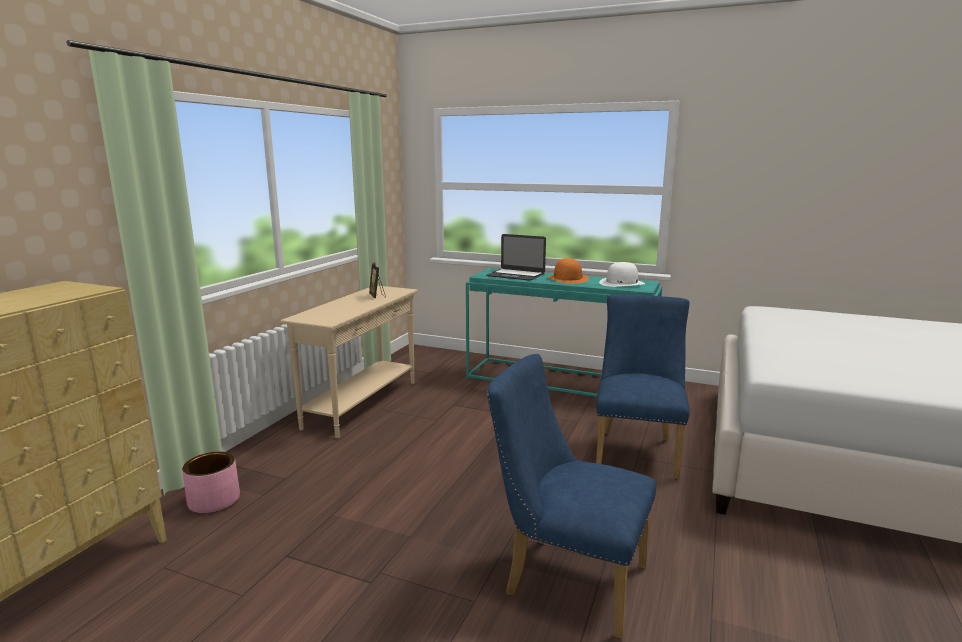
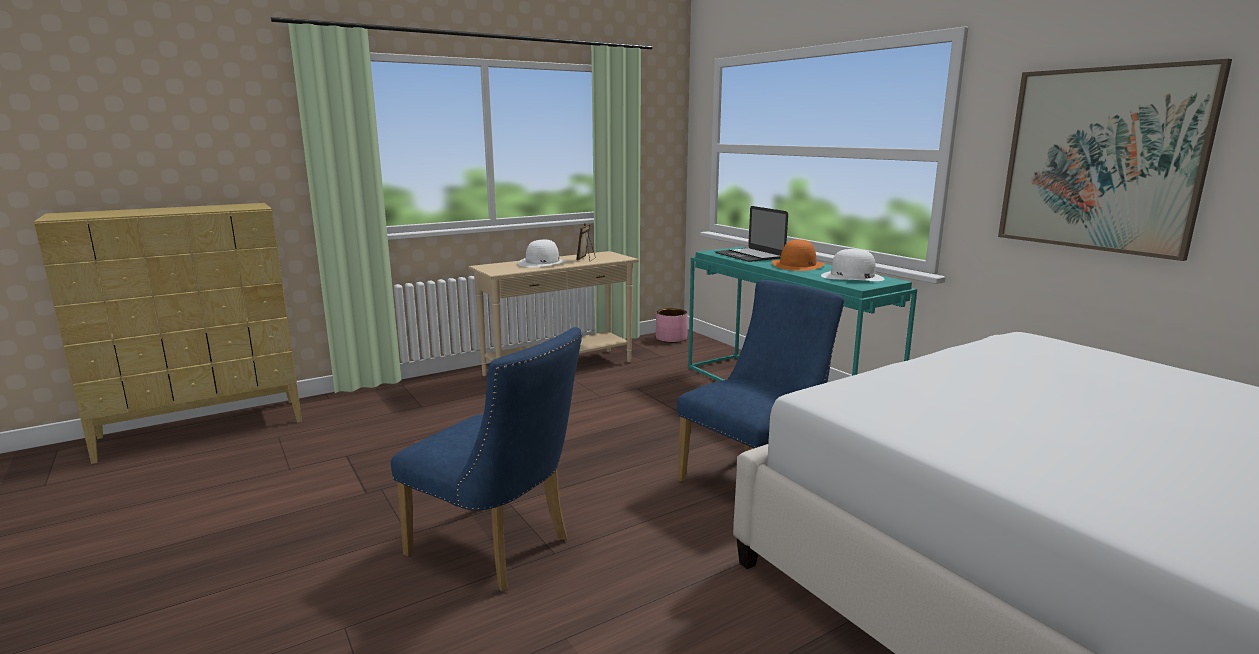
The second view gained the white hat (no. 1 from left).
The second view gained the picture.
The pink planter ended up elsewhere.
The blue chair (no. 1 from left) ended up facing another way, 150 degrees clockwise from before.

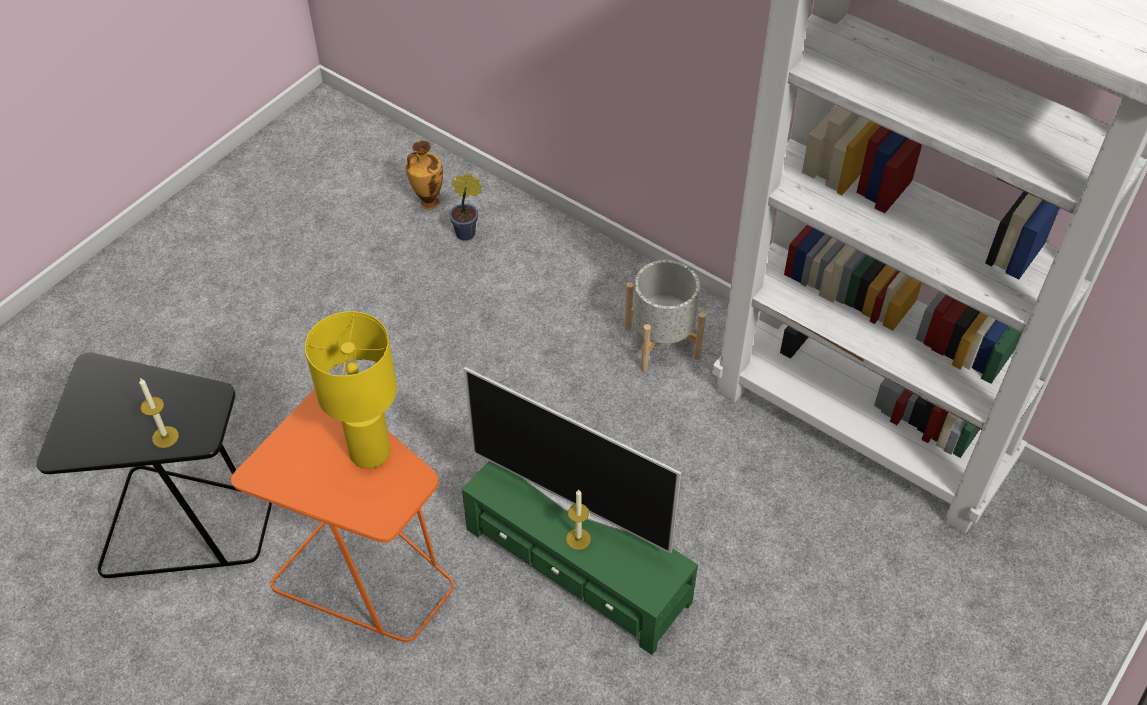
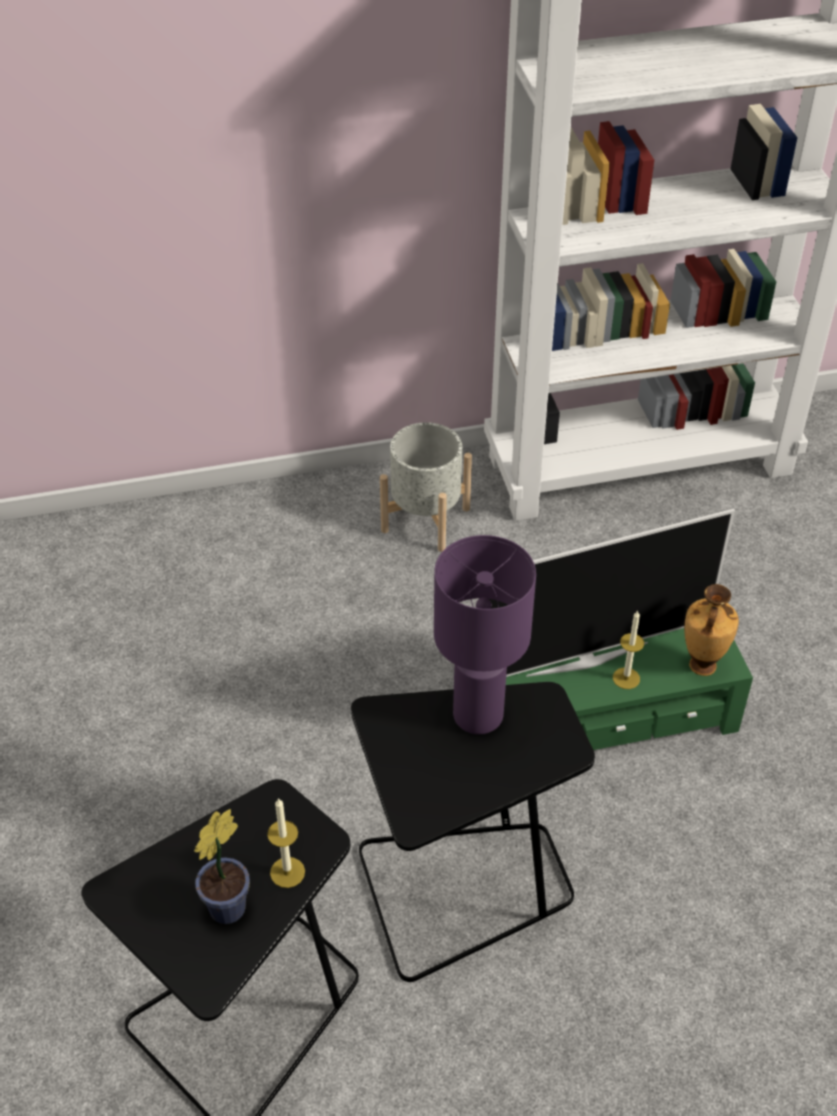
The vase ended up elsewhere.
The potted plant ended up elsewhere.
What was the orange side table turned into the black side table (no. 2 from left).
What was the yellow table lamp turned into the purple table lamp.

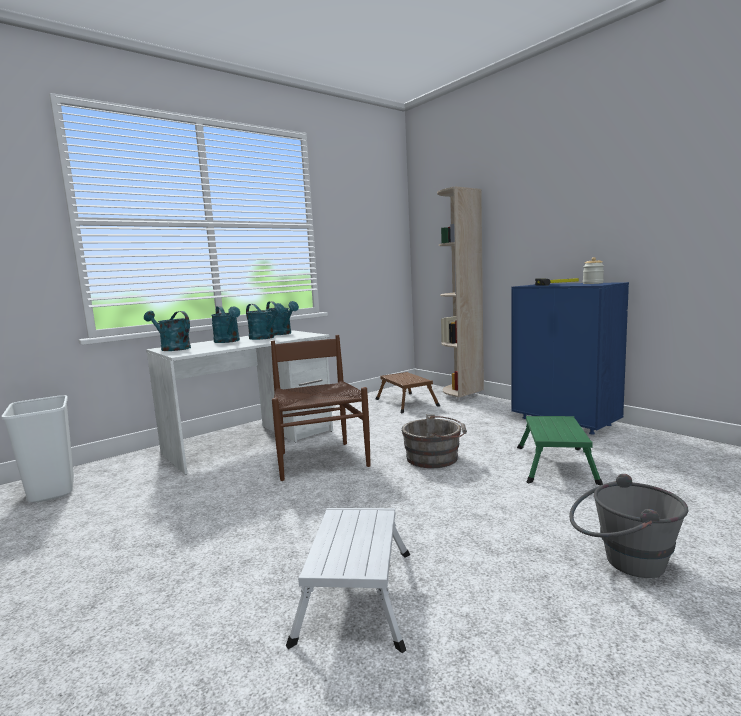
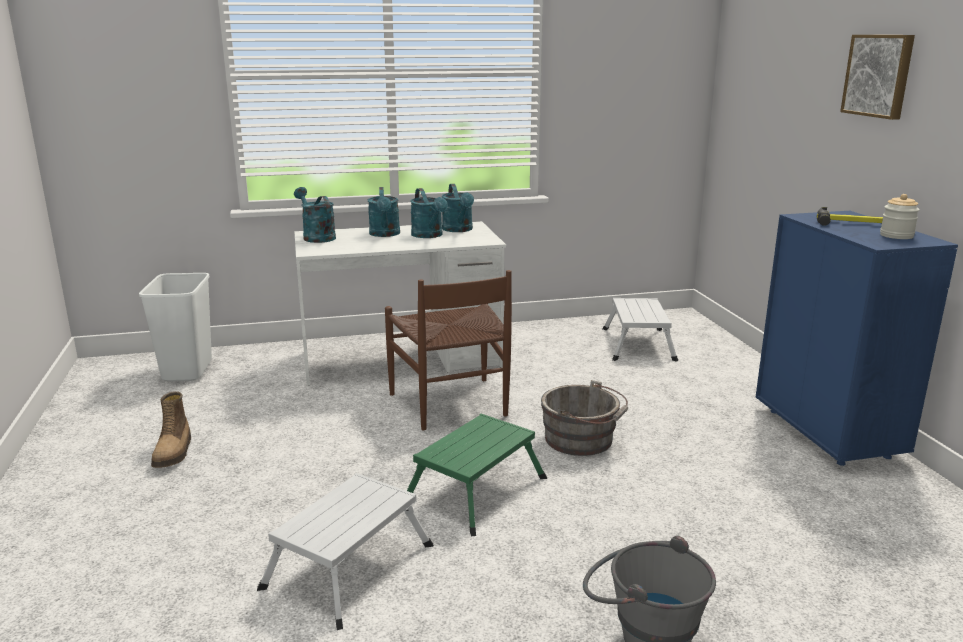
The second view lost the beige bookcase.
The second view gained the boot.
The second view gained the picture.
The green step ladder ended up elsewhere.
What was the brown step ladder turned into the white step ladder (no. 2 from left).
The brown chair ended up facing another way, 150 degrees clockwise from before.

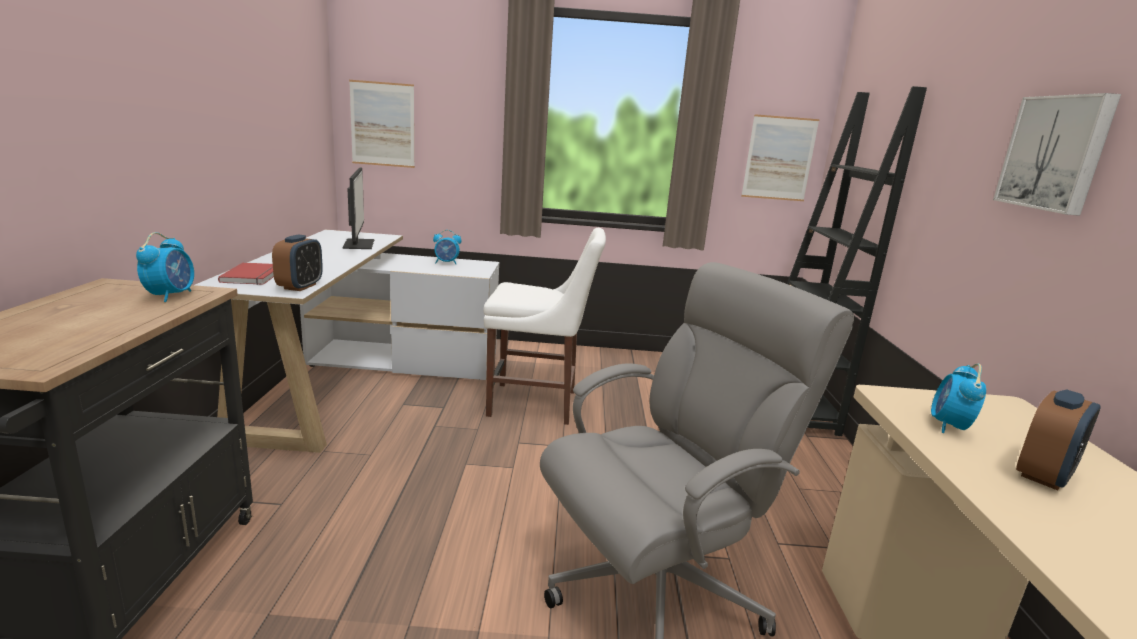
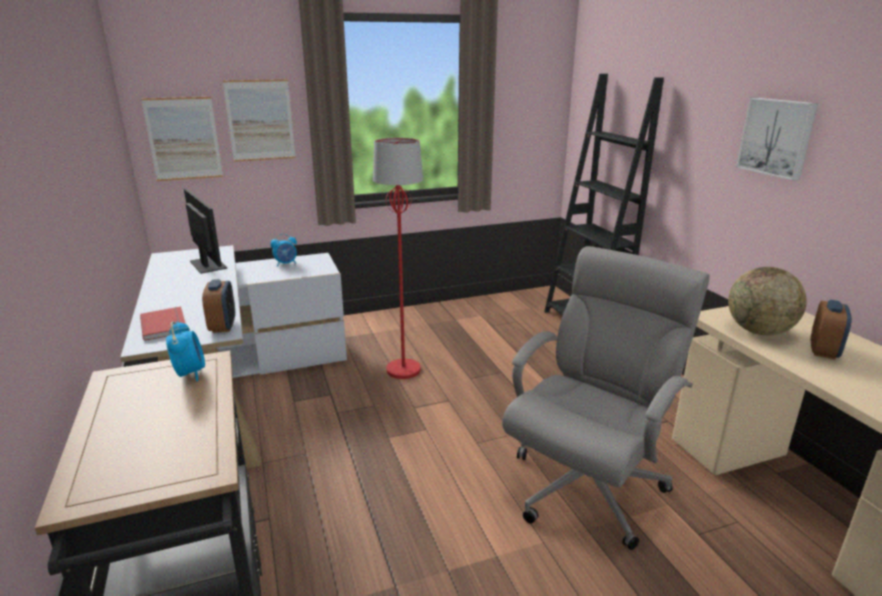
The picture (no. 2 from left) ended up elsewhere.
Where the white chair stood, the red floor lamp came to stand.
Where the alarm clock (no. 4 from left) stood, the globe came to stand.

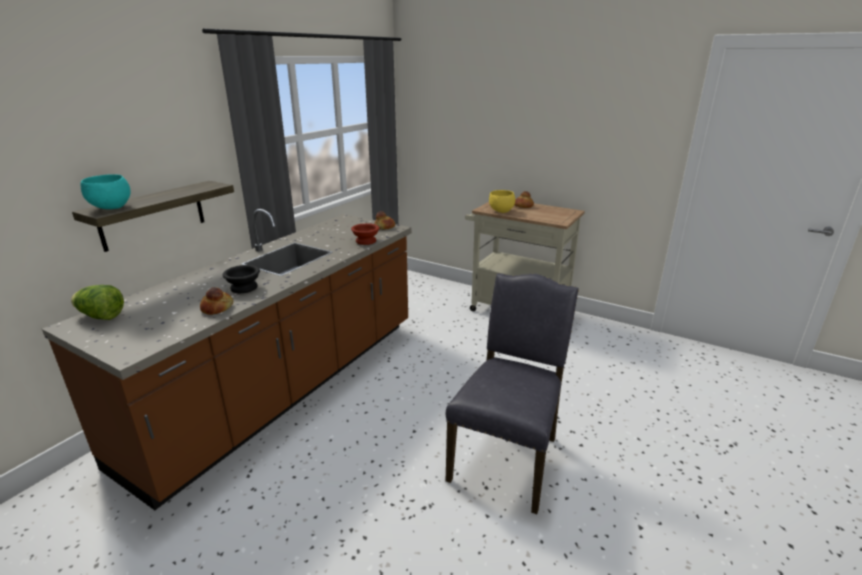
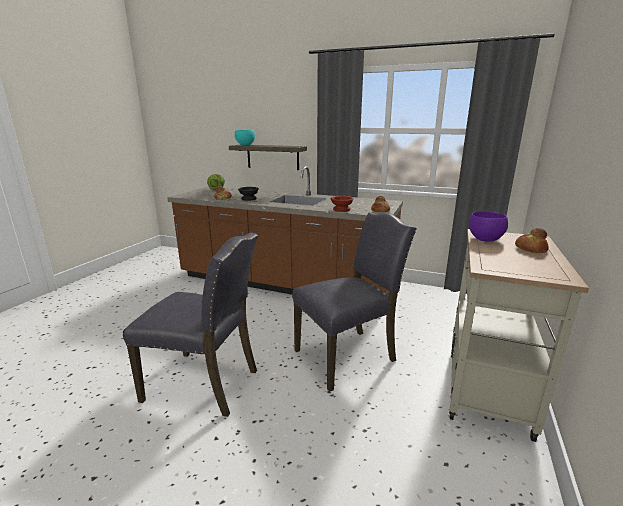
The second view gained the grey chair (no. 2 from left).
What was the yellow bowl turned into the purple bowl.

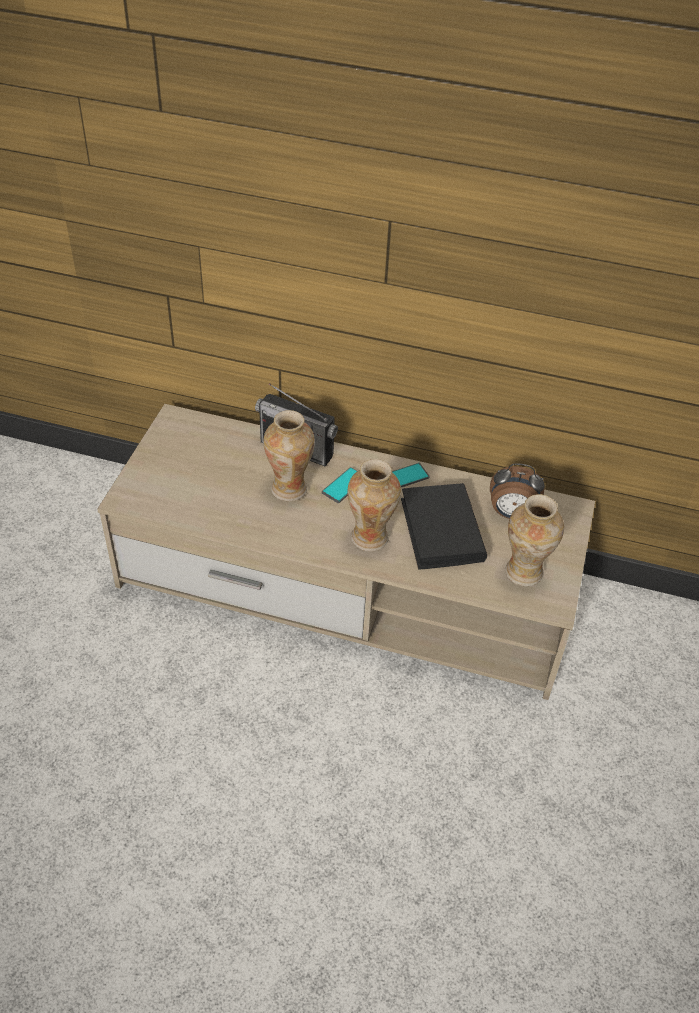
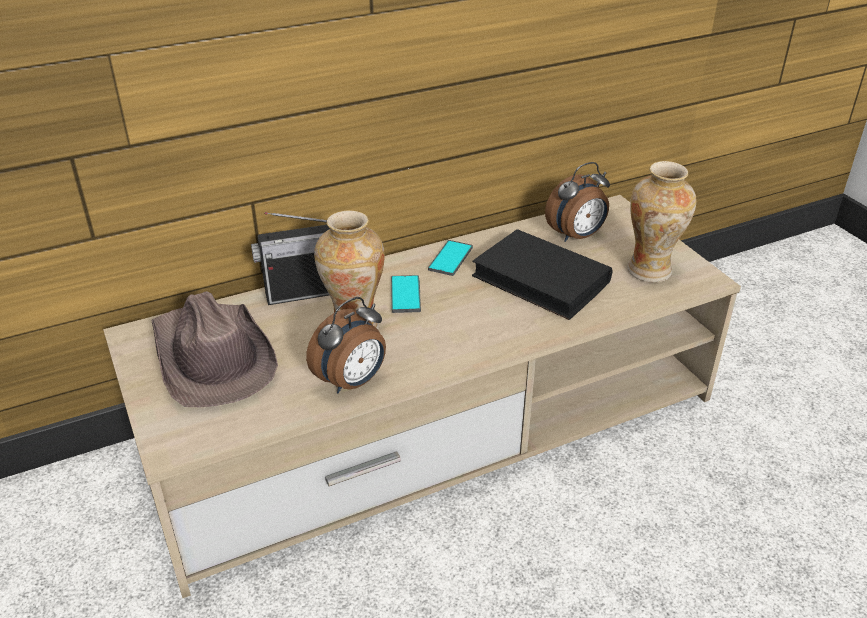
The second view lost the vase (no. 2 from left).
The second view gained the brown hat.
The second view gained the alarm clock (no. 1 from left).

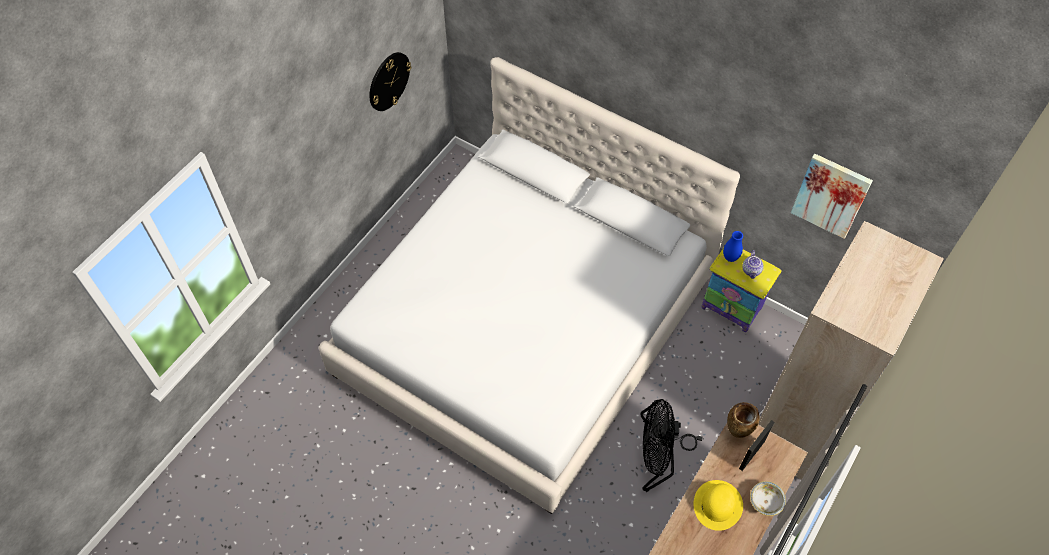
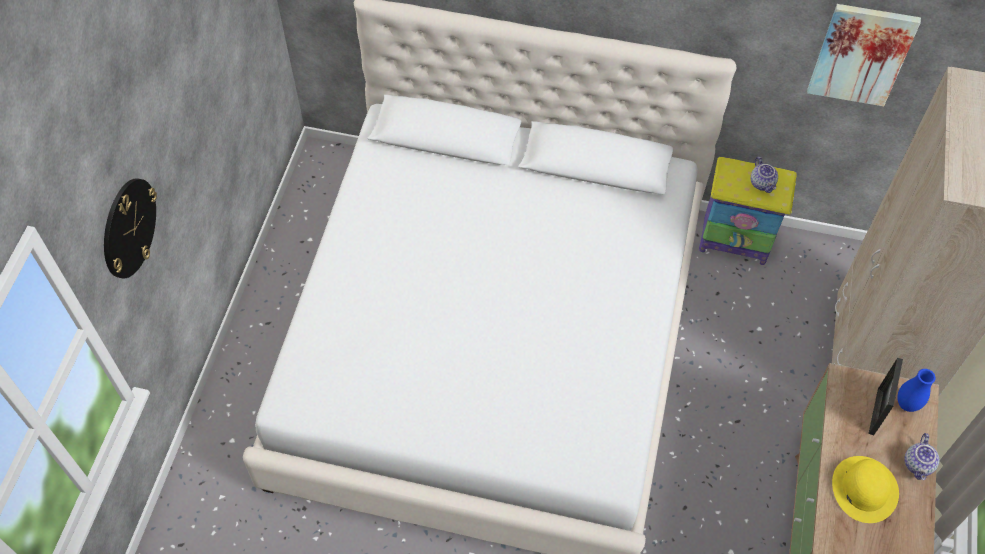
The second view lost the black fan.
The second view lost the brown vase.
The wall clock ended up elsewhere.
The blue vase ended up elsewhere.
Where the bowl stood, the teapot (no. 2 from left) came to stand.

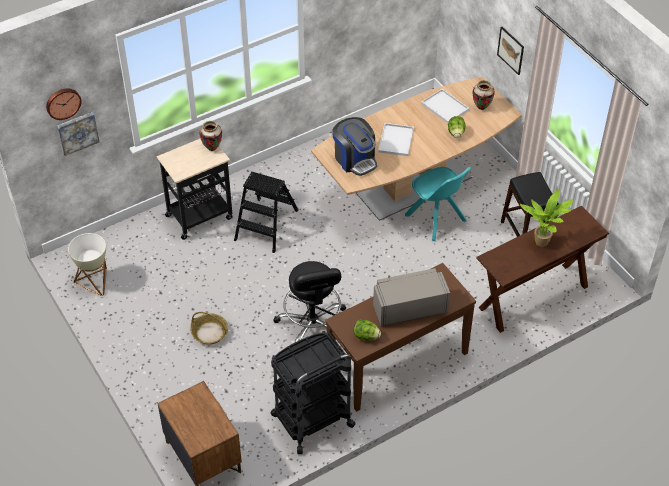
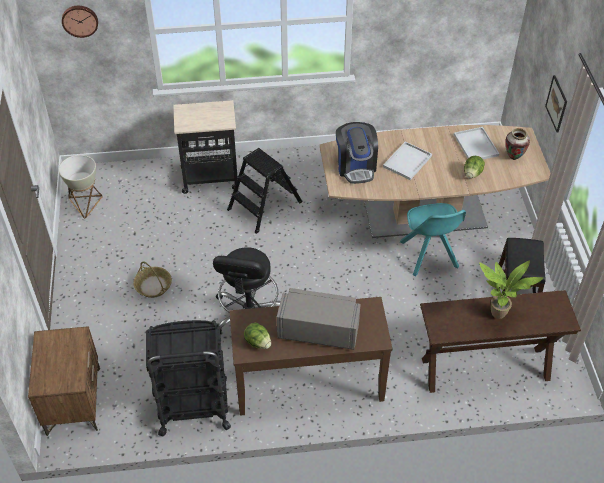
The second view lost the picture (no. 1 from left).
The second view lost the vase (no. 1 from left).

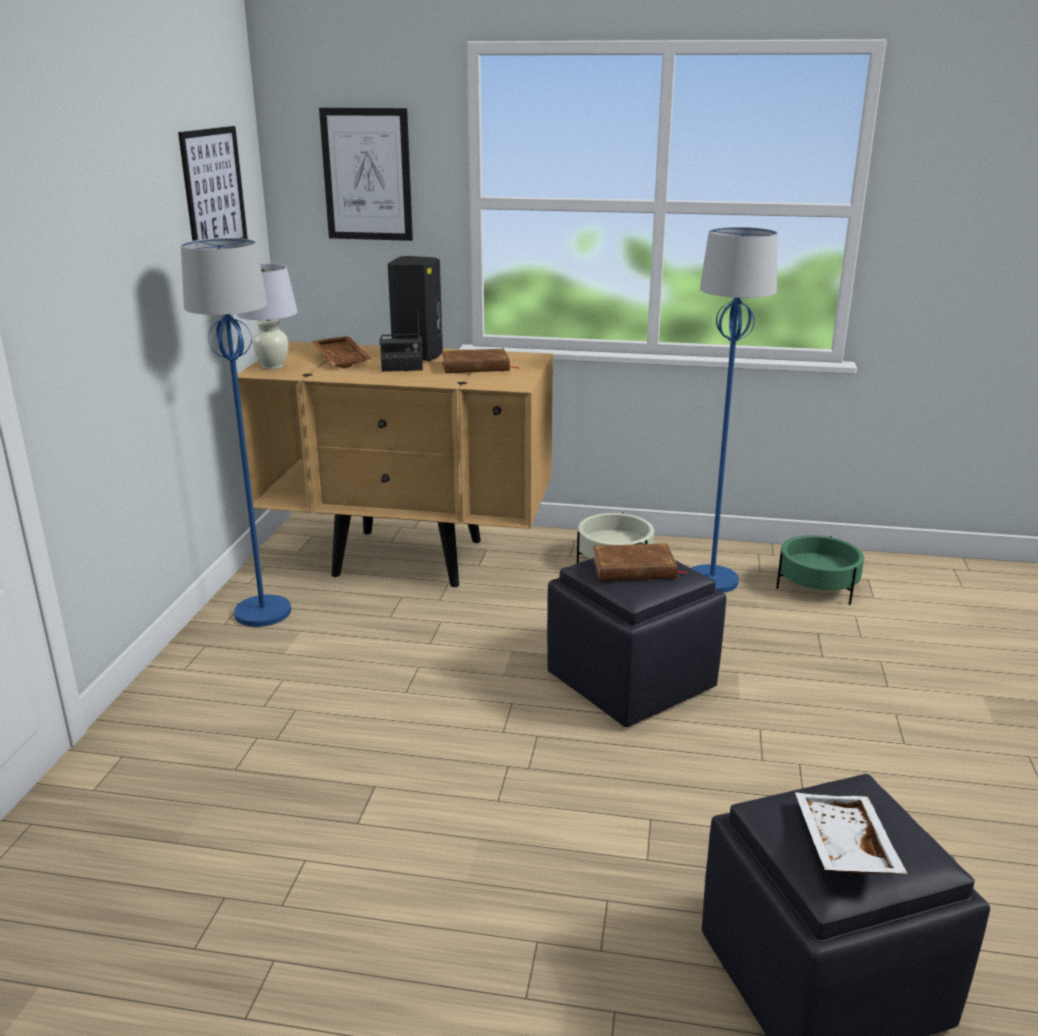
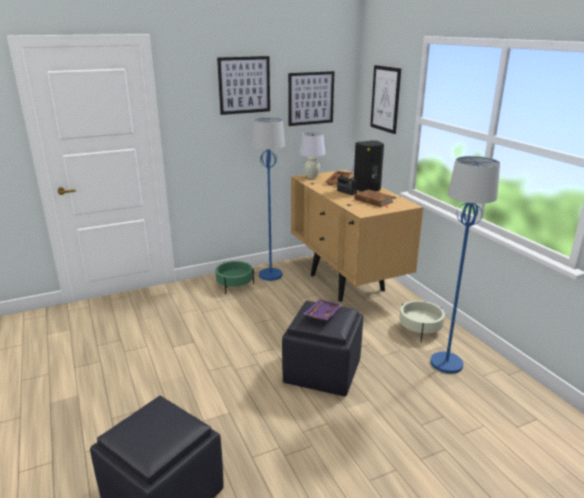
The second view lost the white tray.
The second view gained the picture (no. 1 from left).
The green planter ended up elsewhere.
Where the brown book (no. 2 from left) stood, the purple tray came to stand.

